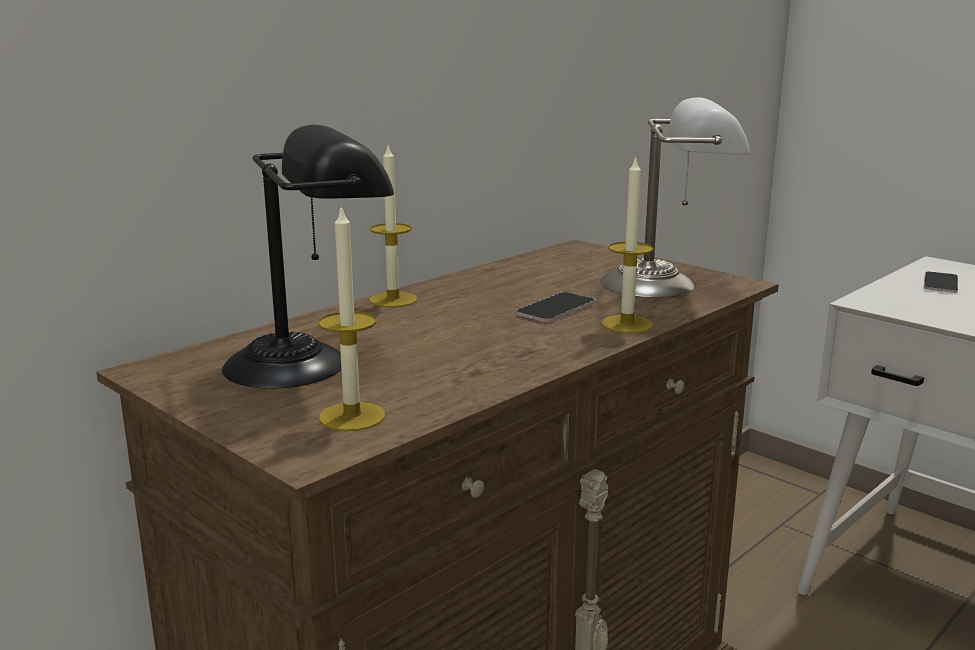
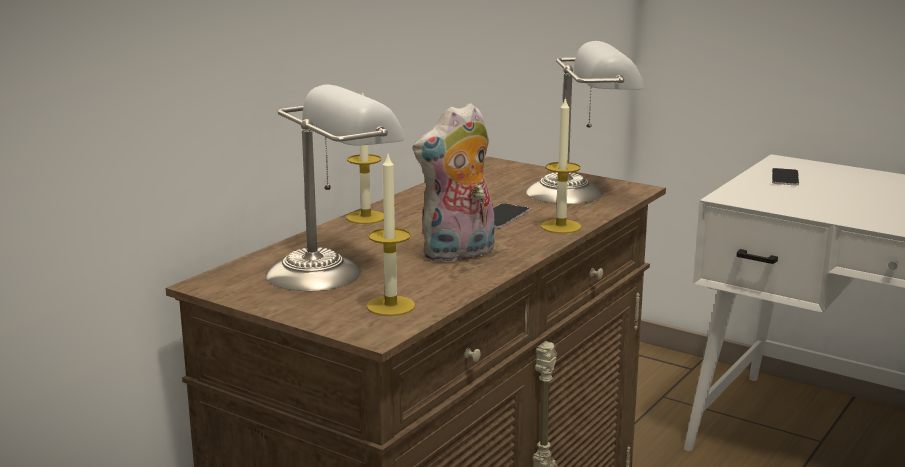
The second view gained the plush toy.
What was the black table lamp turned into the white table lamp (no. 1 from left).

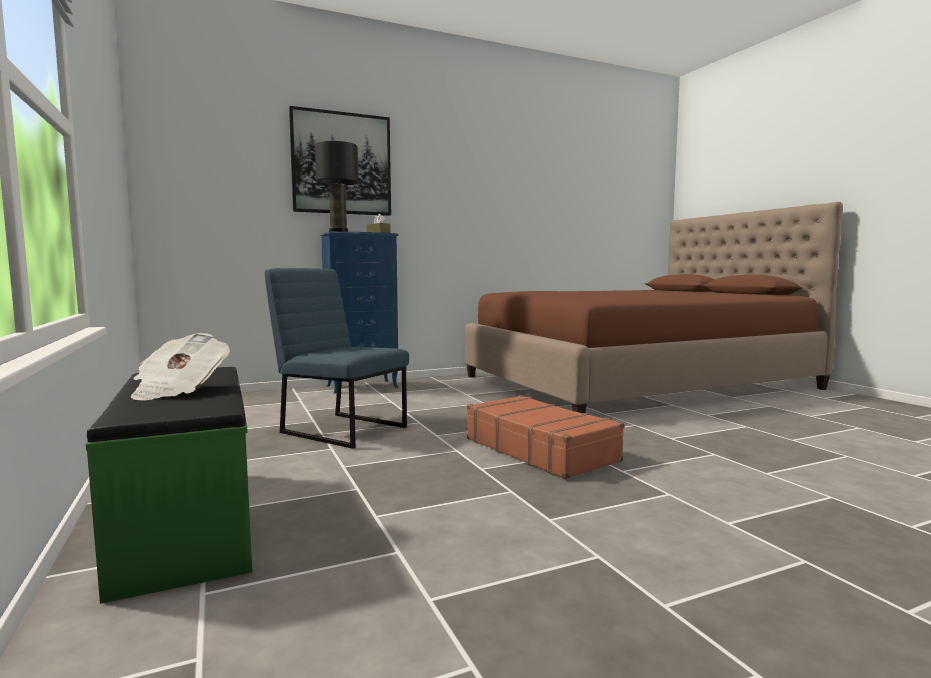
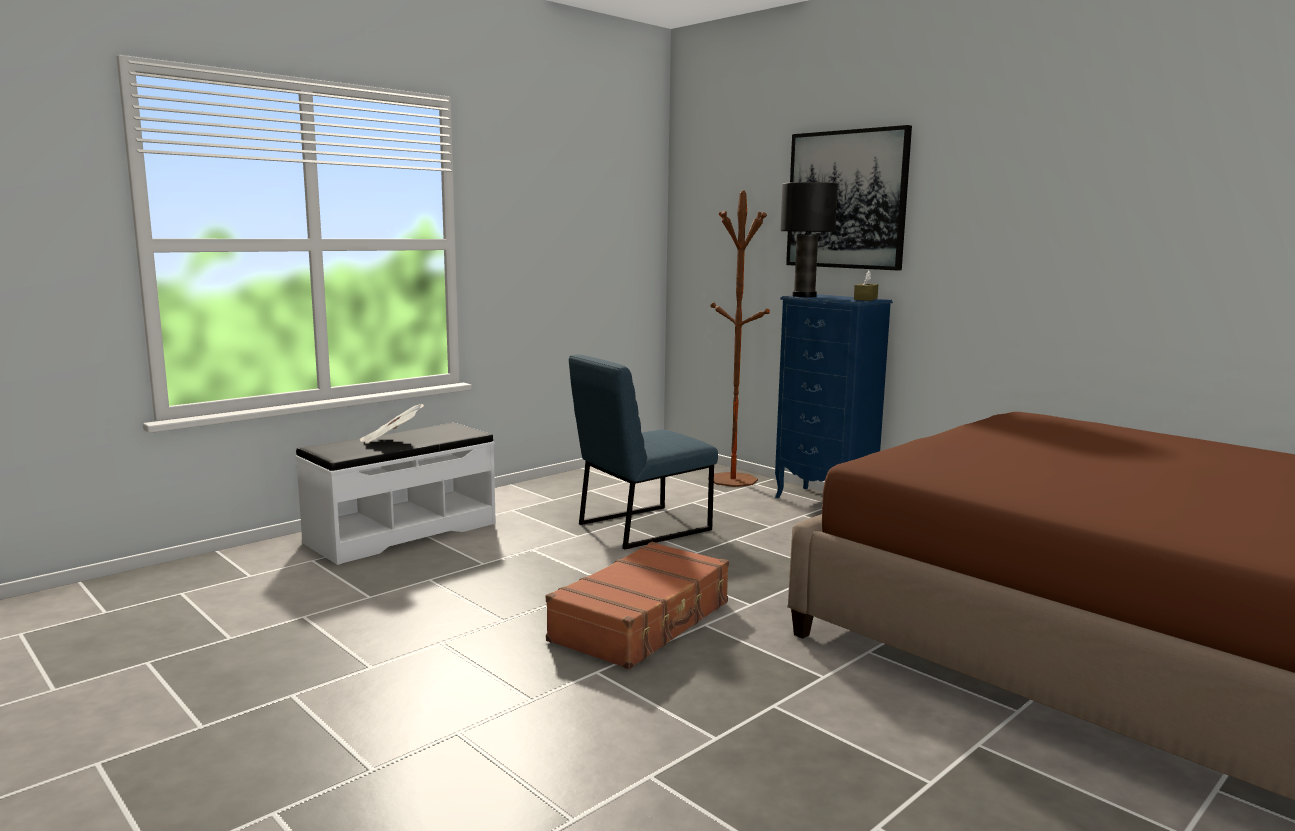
The second view gained the brown clothes rack.
What was the green bench turned into the white bench.
The blue chair ended up facing another way, 135 degrees counterclockwise from before.

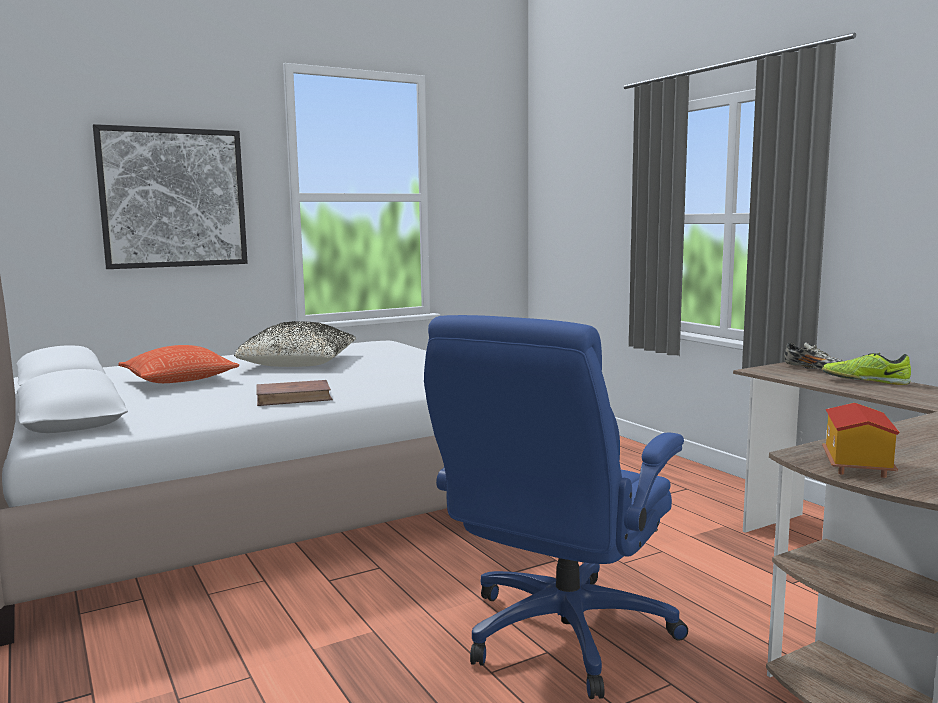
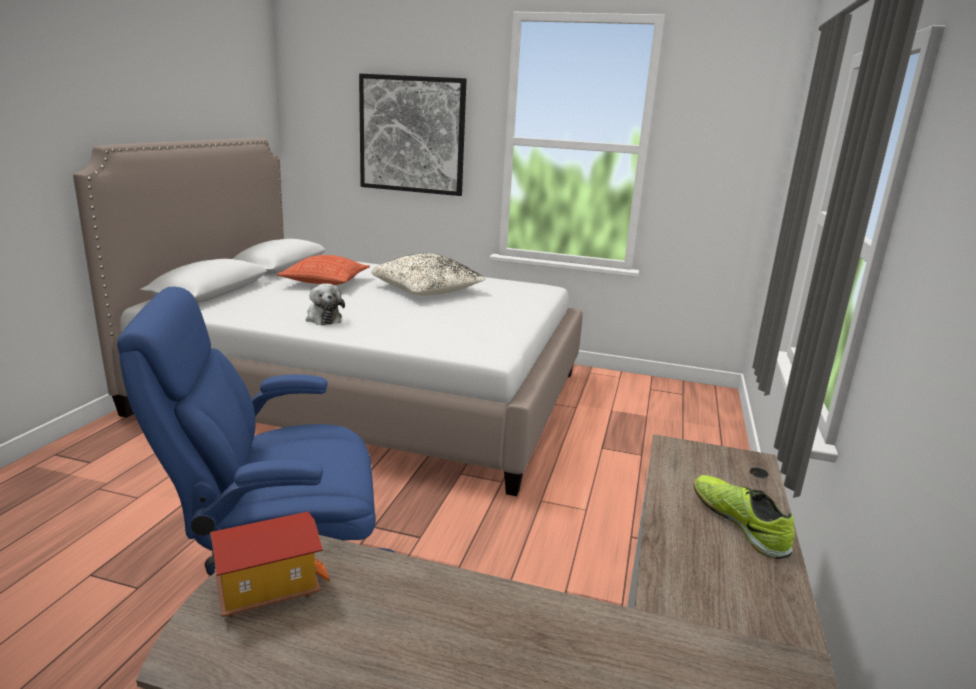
The second view lost the shoe (no. 1 from left).
Where the brown book stood, the plush toy came to stand.

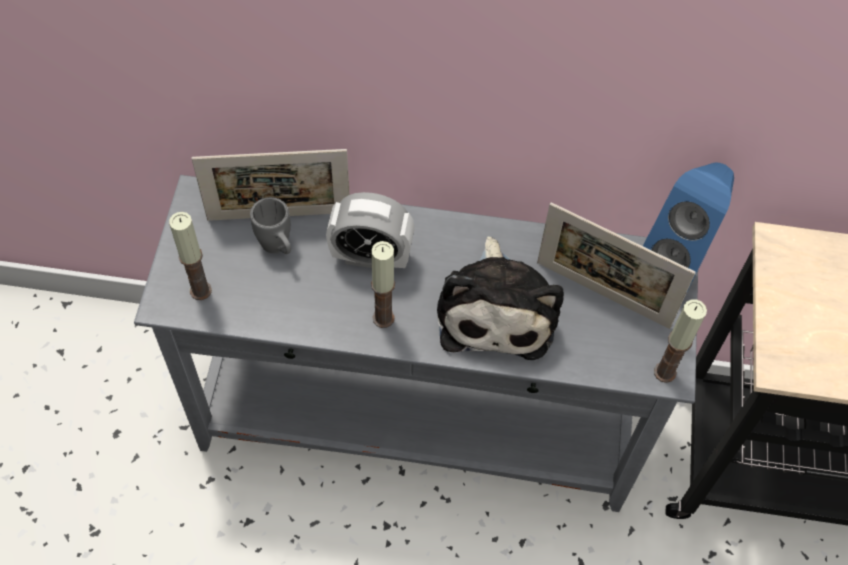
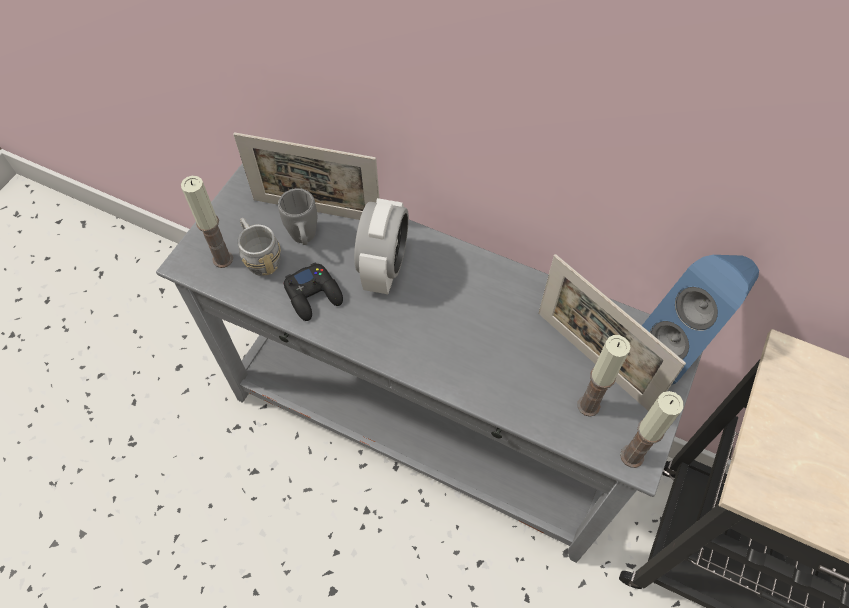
The second view lost the plush toy.
The second view gained the grey mug (no. 1 from left).
The second view gained the black game controller.
The candle (no. 2 from left) ended up elsewhere.
The alarm clock ended up facing another way, 105 degrees counterclockwise from before.

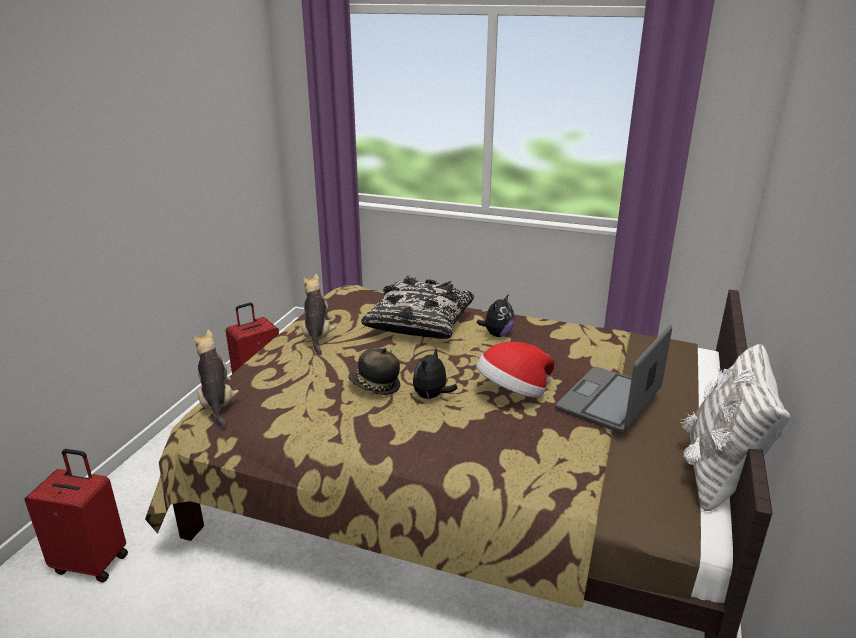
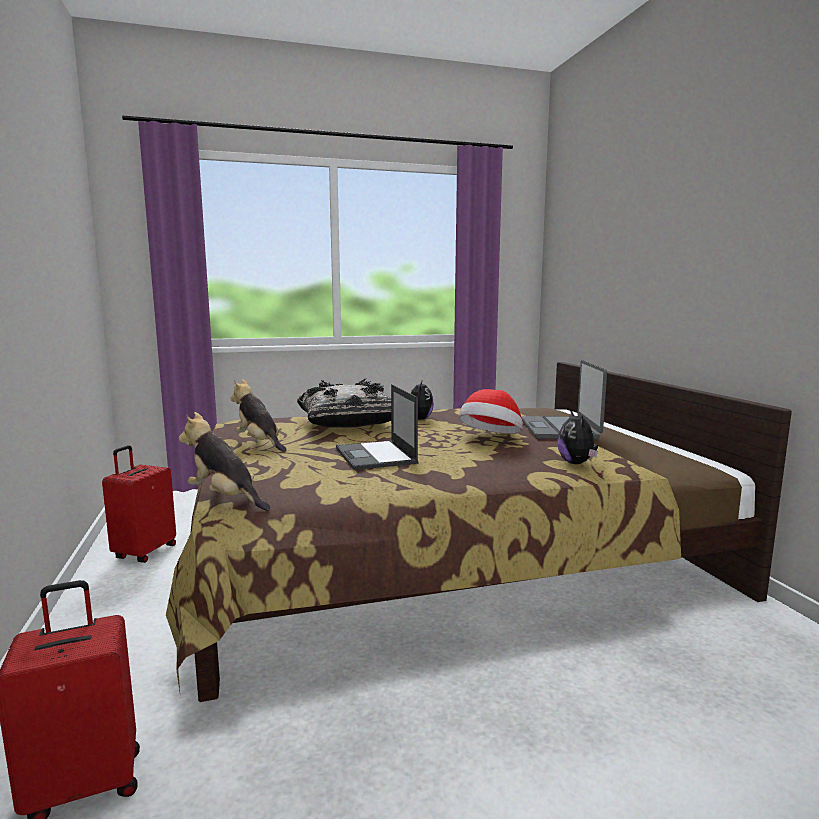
The second view lost the white pillow.
The plush toy (no. 3 from left in the first image) ended up elsewhere.
Where the hat (no. 1 from left) stood, the laptop (no. 1 from left) came to stand.

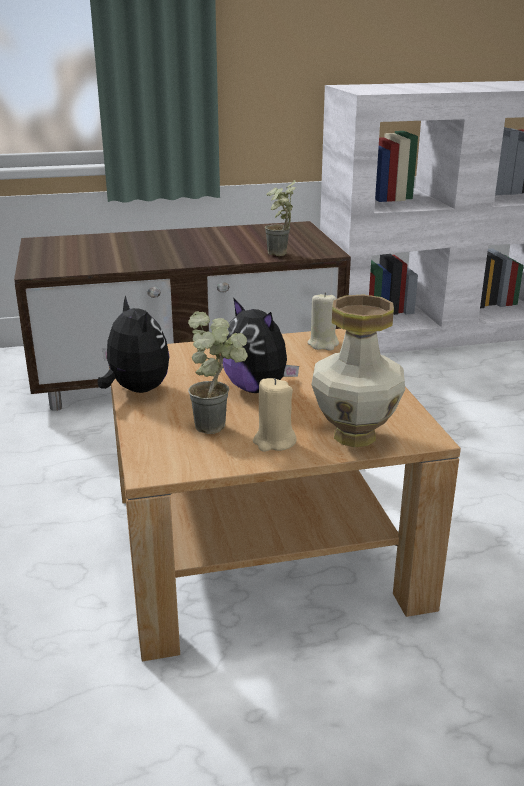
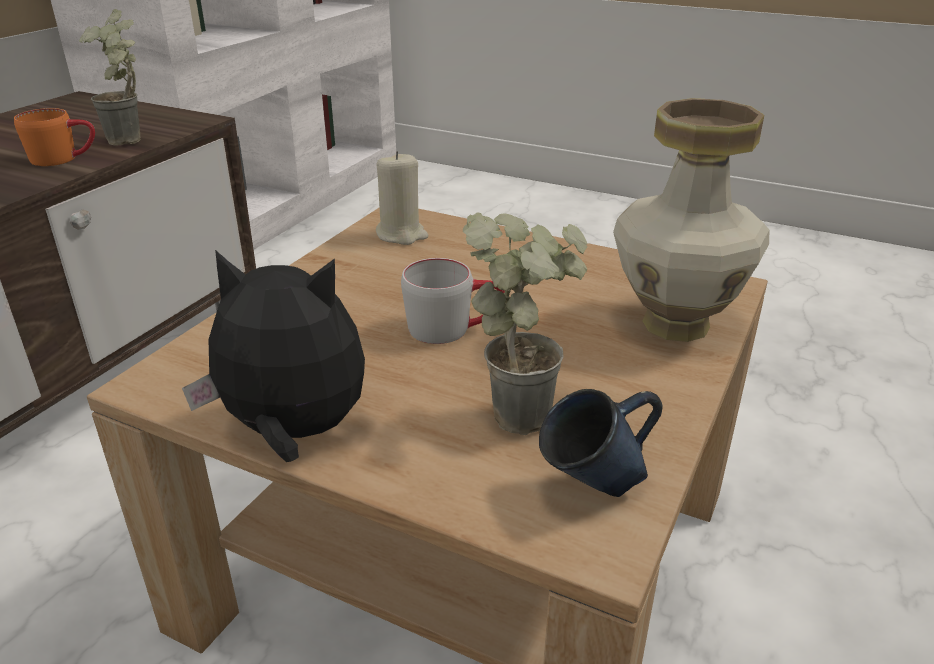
The second view lost the beige candle (no. 1 from left).
The second view gained the orange mug.
The second view gained the blue mug.
Where the plush toy (no. 2 from left) stood, the grey mug came to stand.

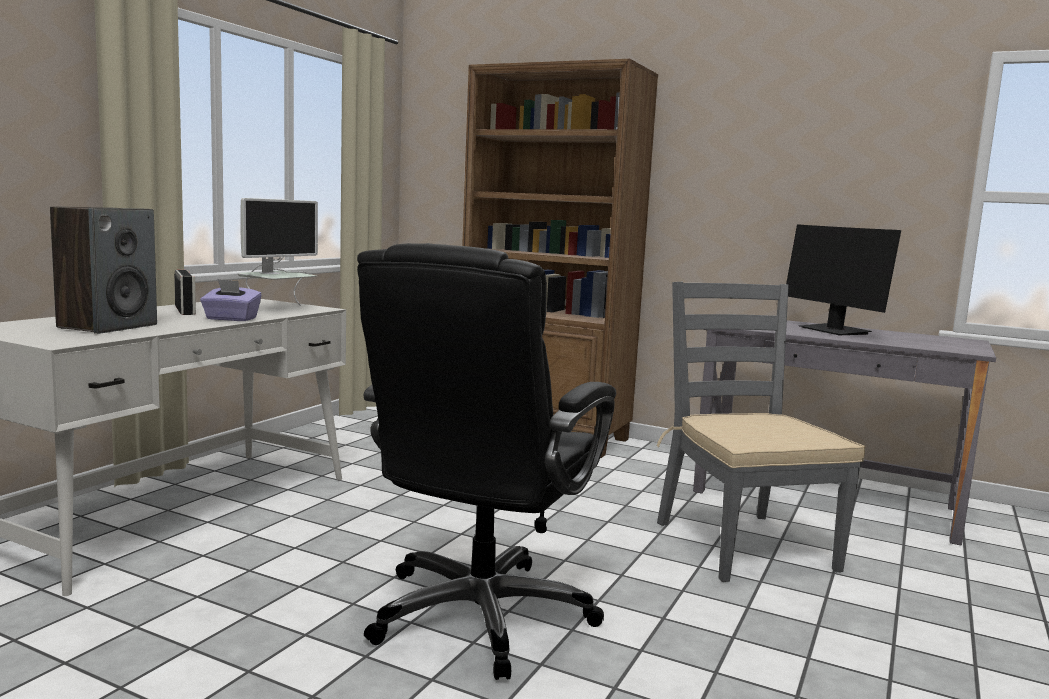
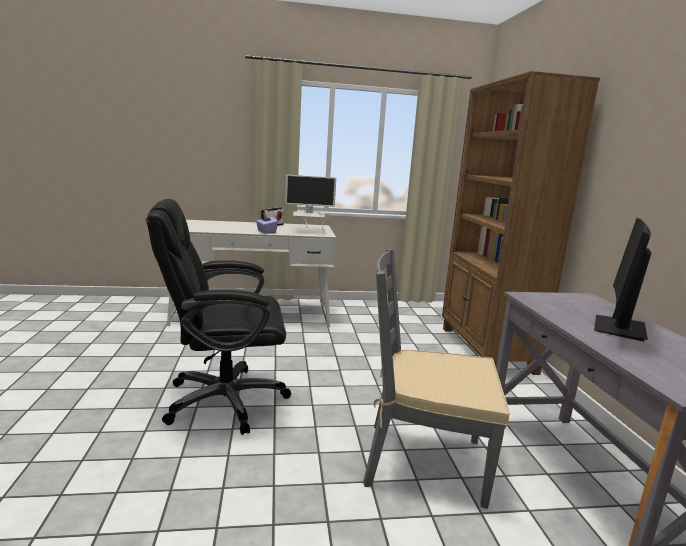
The second view lost the speaker.
The grey chair ended up facing another way, 120 degrees counterclockwise from before.

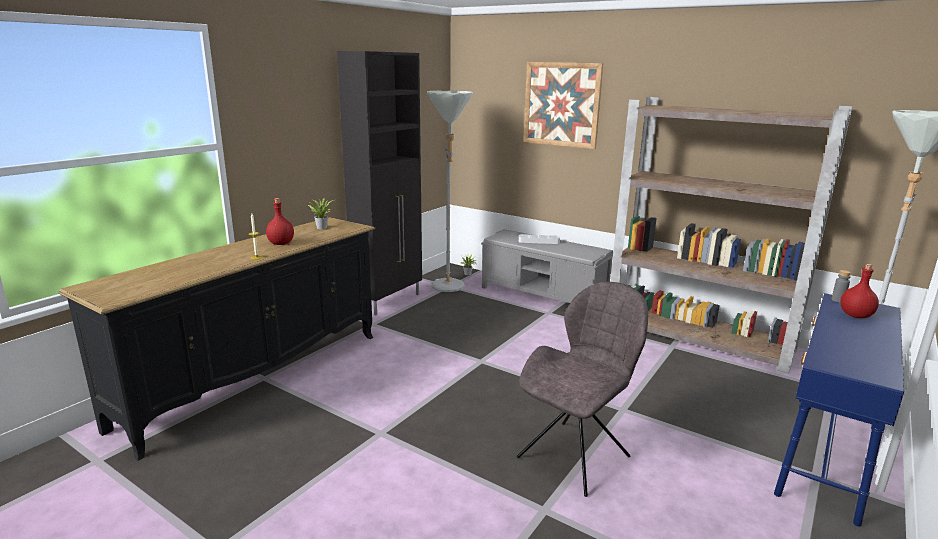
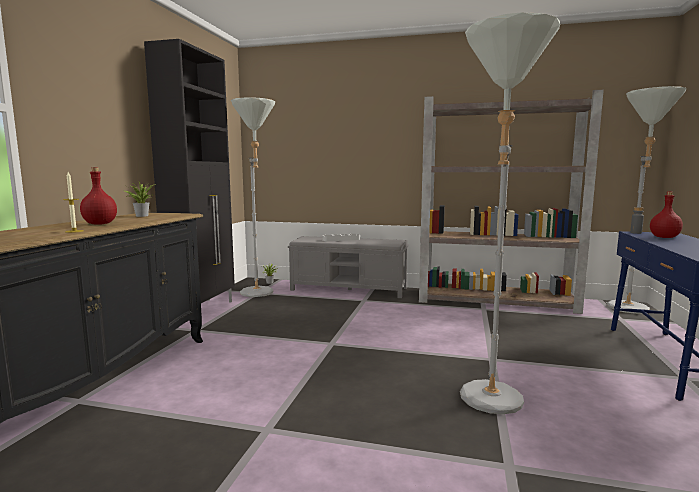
The second view lost the picture.
Where the grey chair stood, the grey floor lamp (no. 2 from left) came to stand.

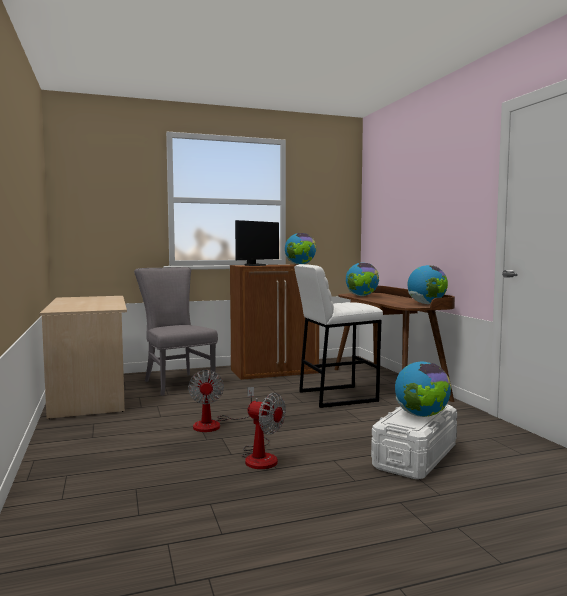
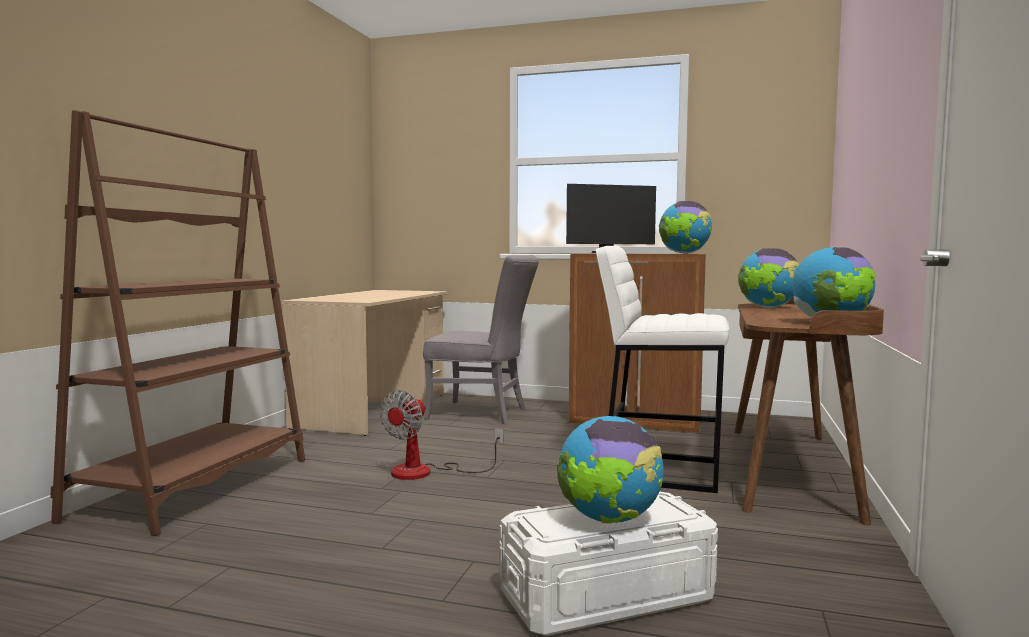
The second view lost the fan (no. 2 from left).
The second view gained the brown bookcase.
The grey chair ended up facing another way, 105 degrees clockwise from before.

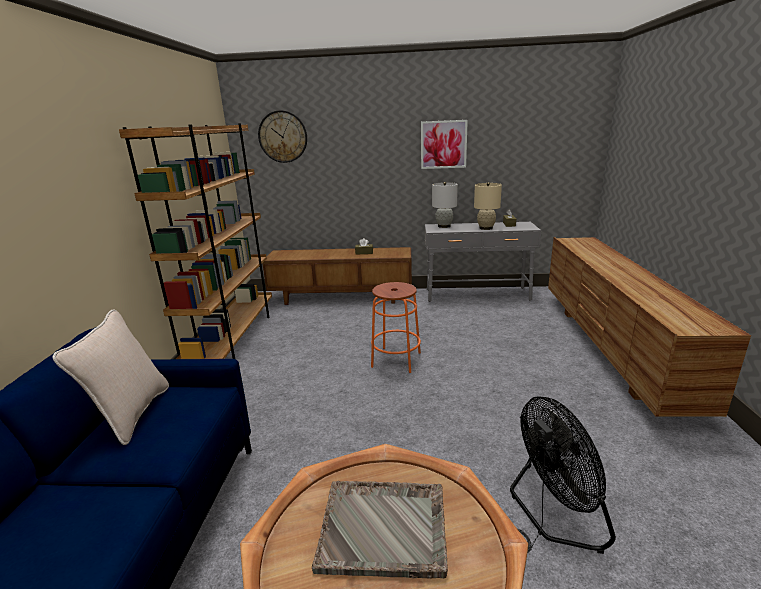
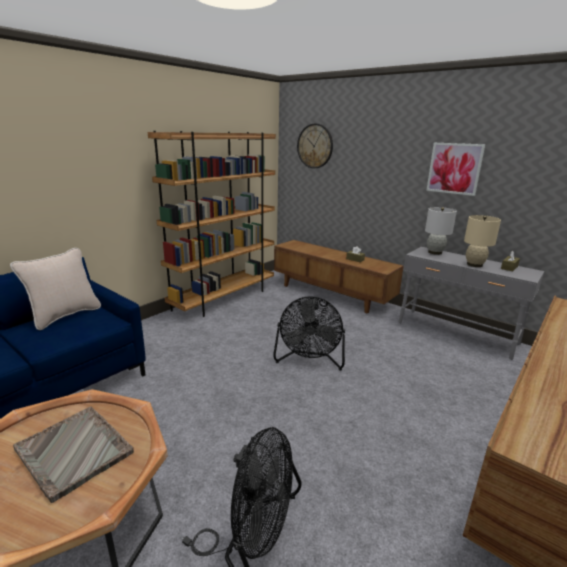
Where the orange stool stood, the black fan (no. 2 from left) came to stand.

